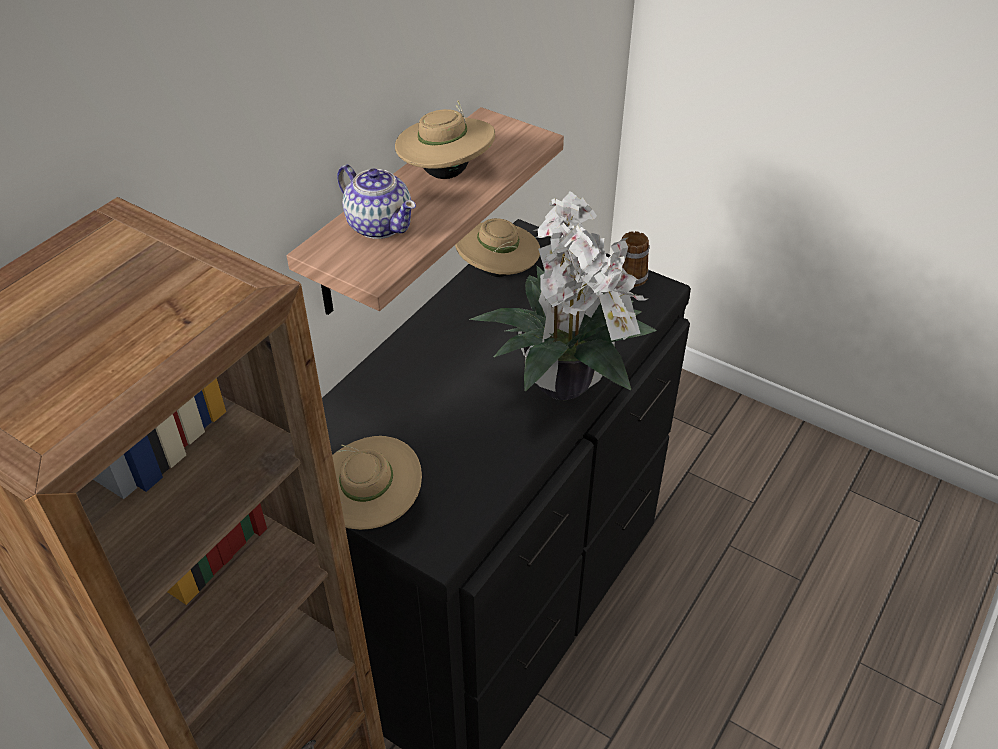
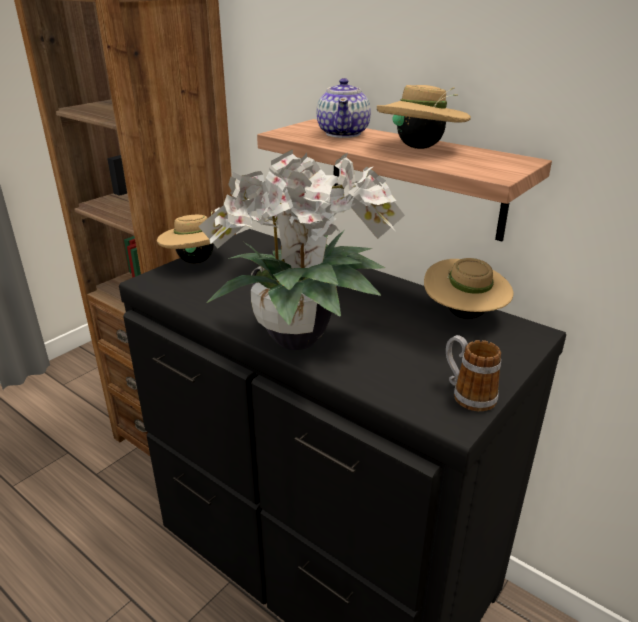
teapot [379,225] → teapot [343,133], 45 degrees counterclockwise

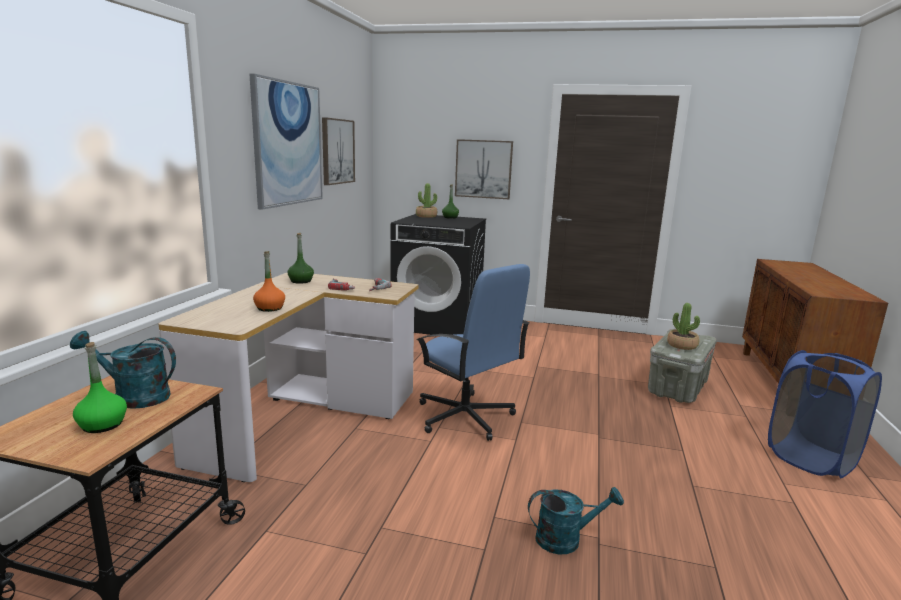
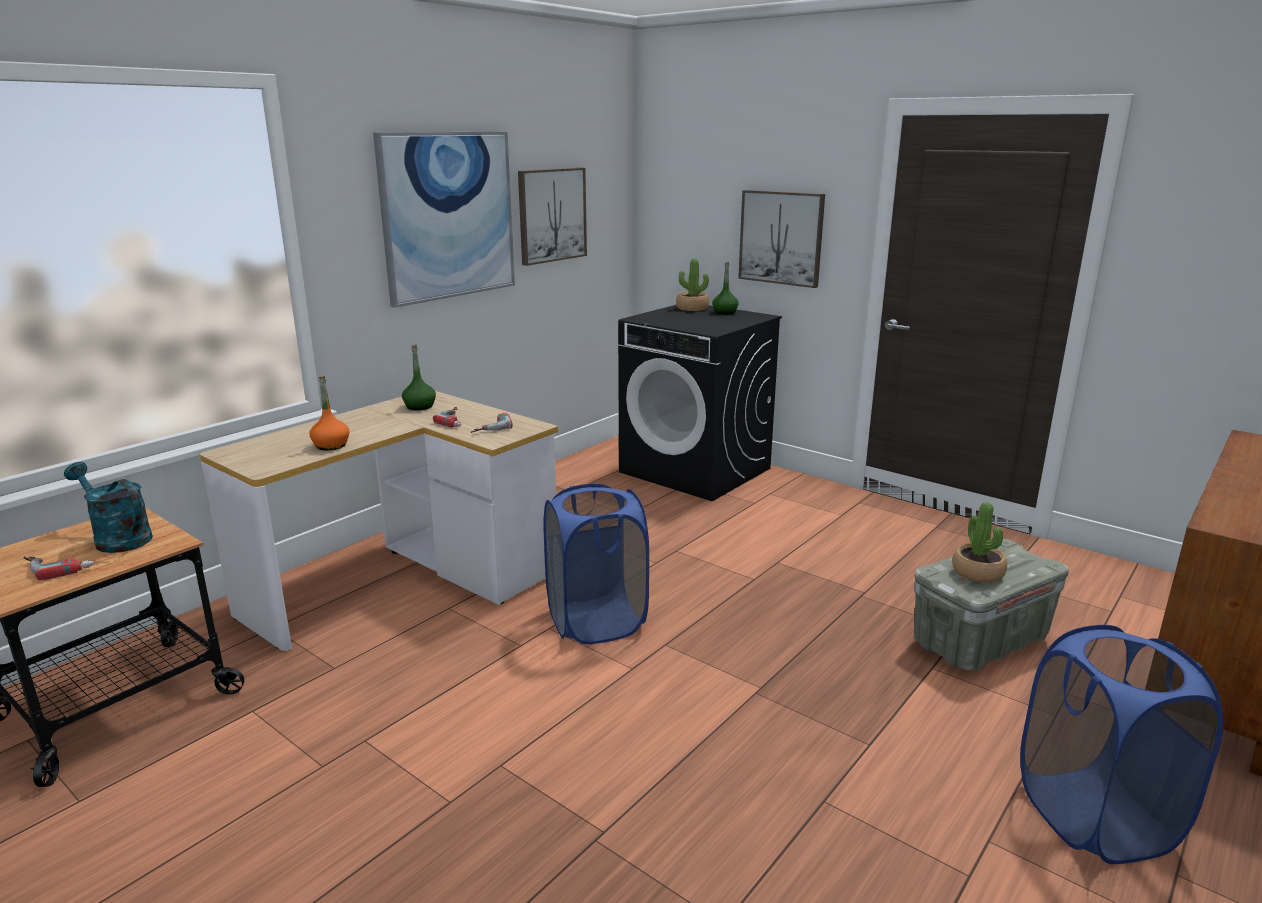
blue office chair [465,417] → blue laundry basket [596,621]
green bottle [102,425] → power drill [60,566]
turquoise watering can [566,539] → -

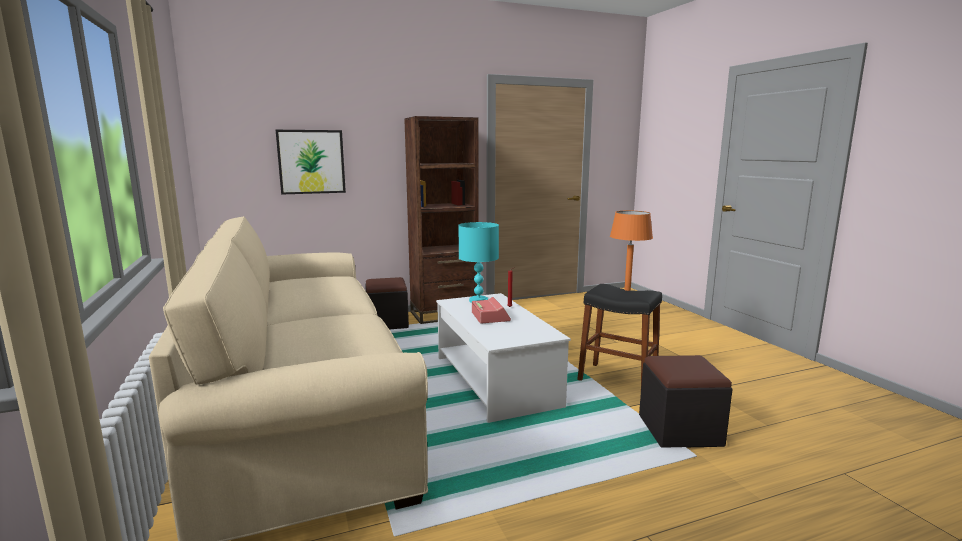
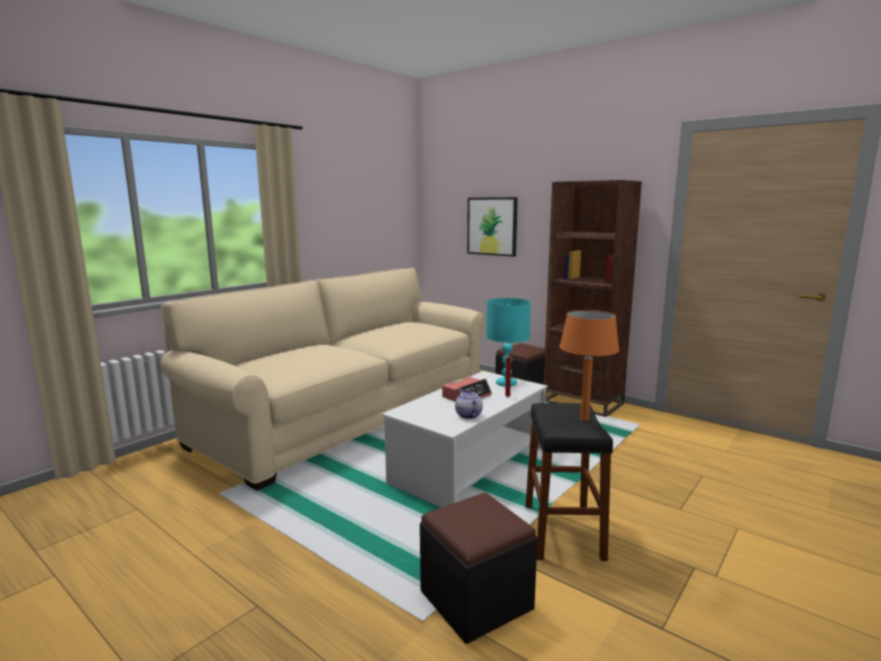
- → teapot [467,415]

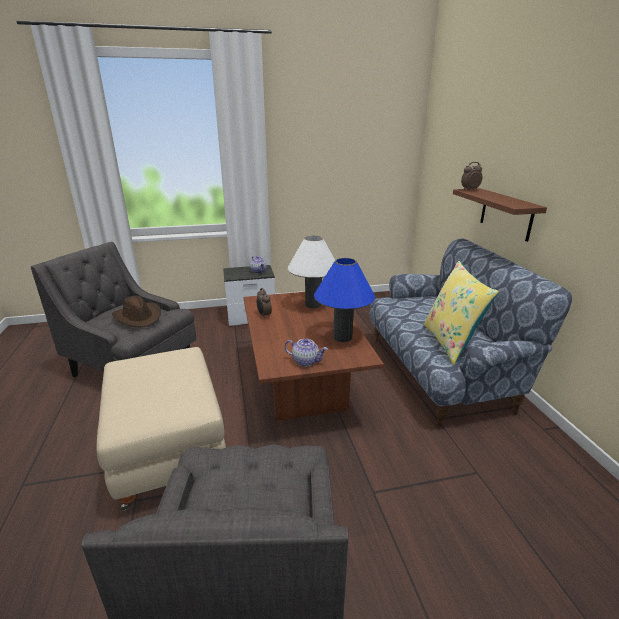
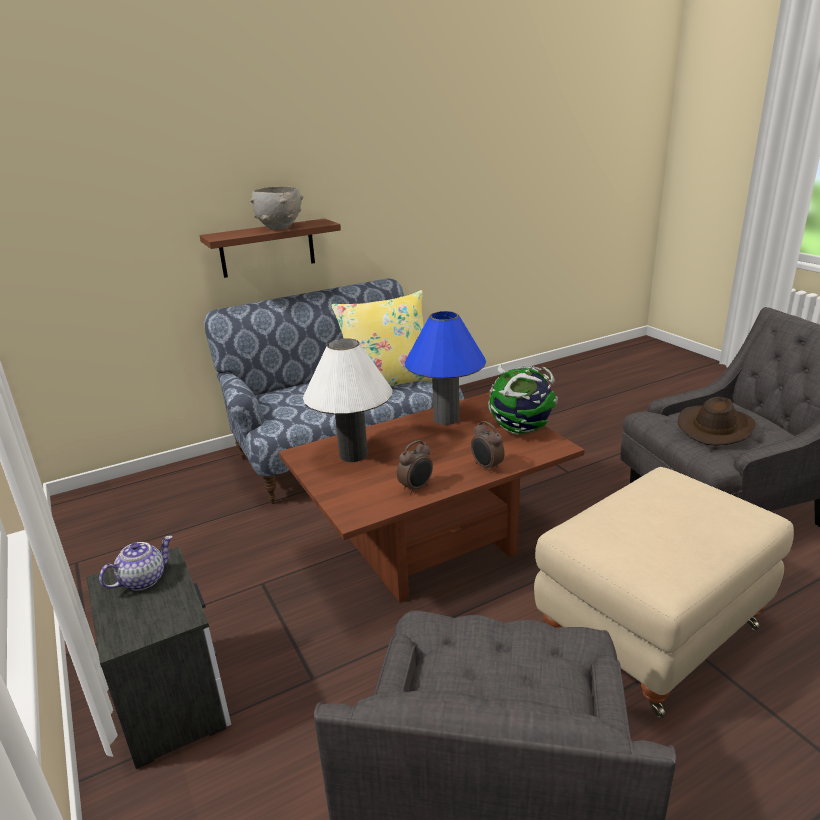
alarm clock [469,190] → alarm clock [486,467], move
brown hat [138,317] → brown hat [715,428], move
teapot [306,361] → globe [521,430]
- → grey bowl [279,228]

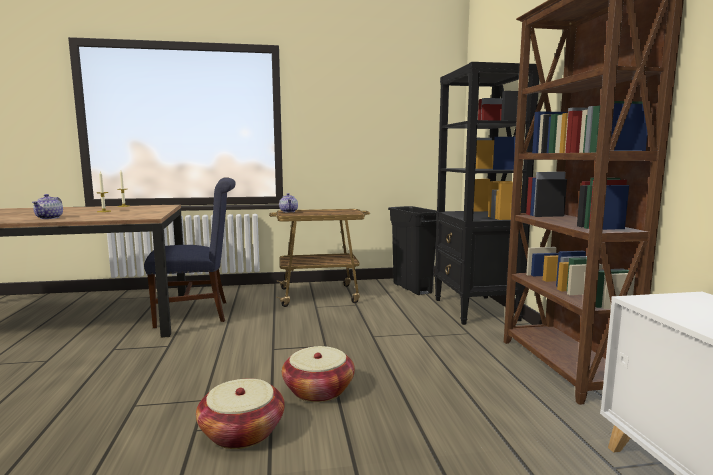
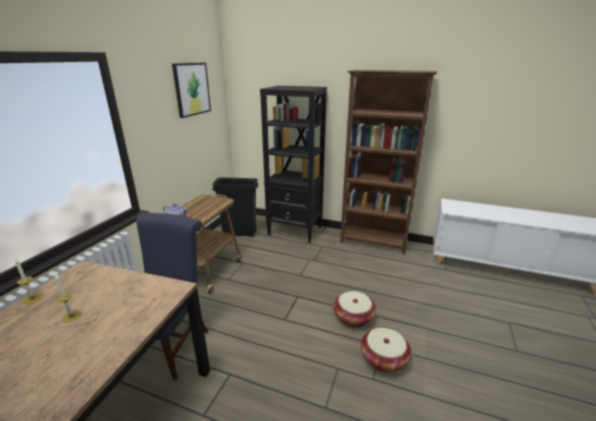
teapot [49,218] → -
- → picture [191,89]

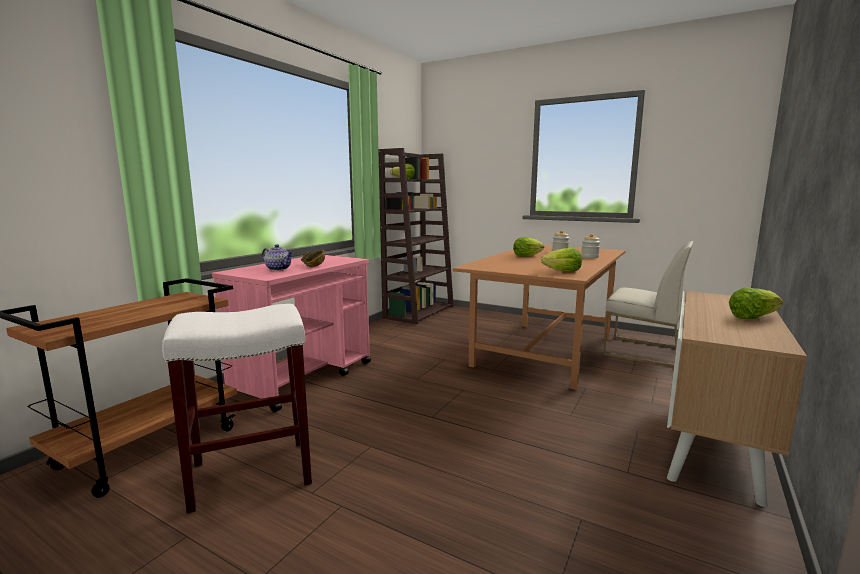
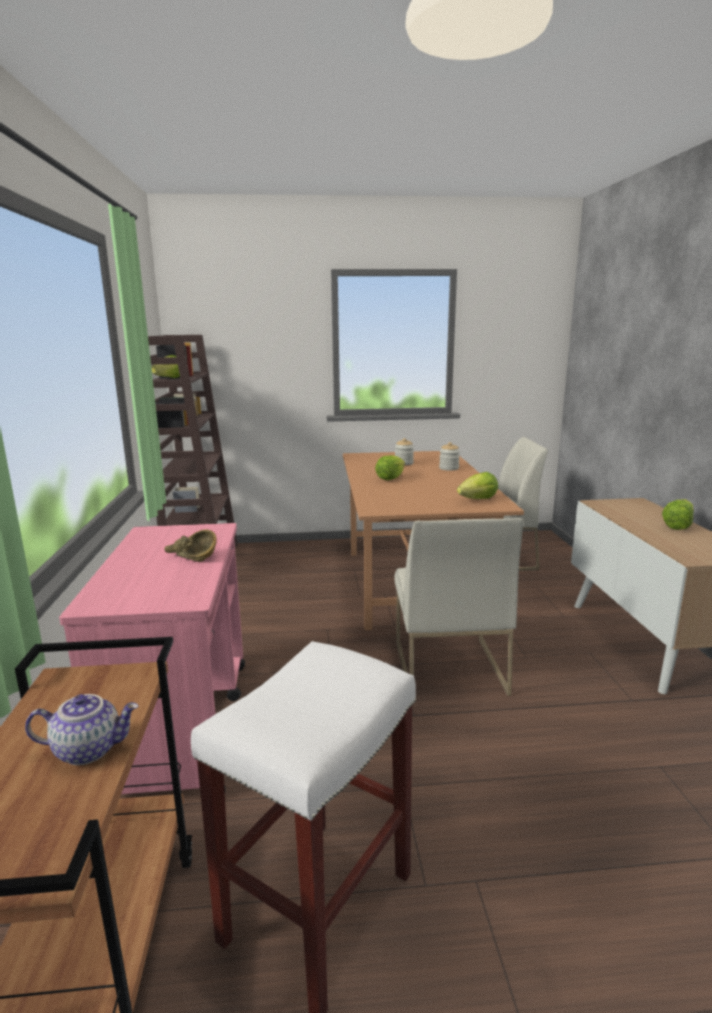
teapot [279,269] → teapot [89,749], move
- → white chair [447,666]

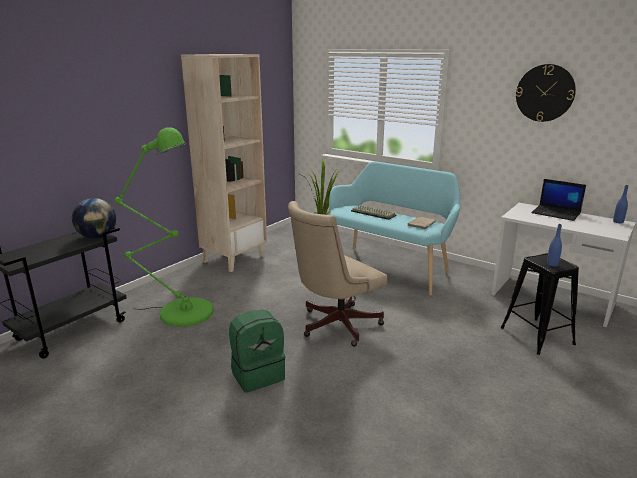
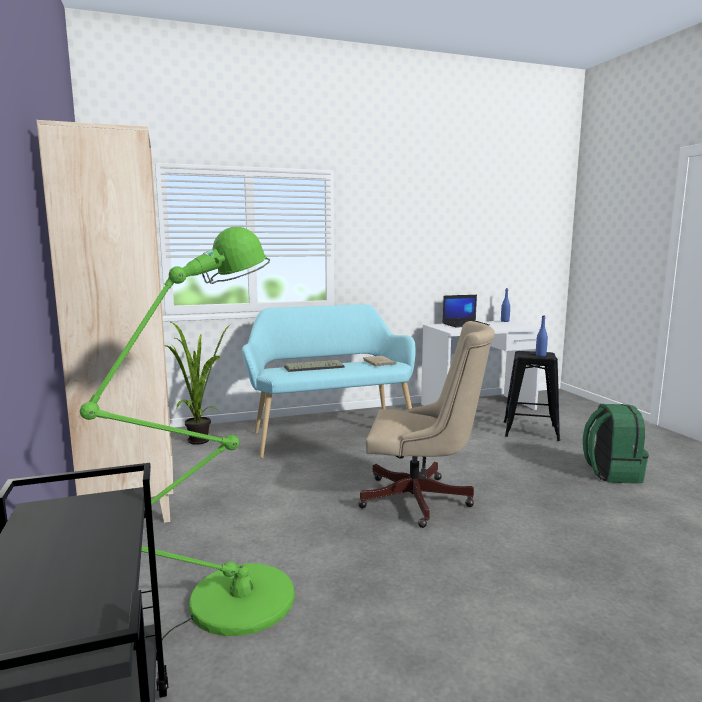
wall clock [545,93] → -
globe [97,237] → -
beige office chair [335,325] → beige office chair [422,500], 75 degrees counterclockwise
green backpack [257,374] → green backpack [611,473], move

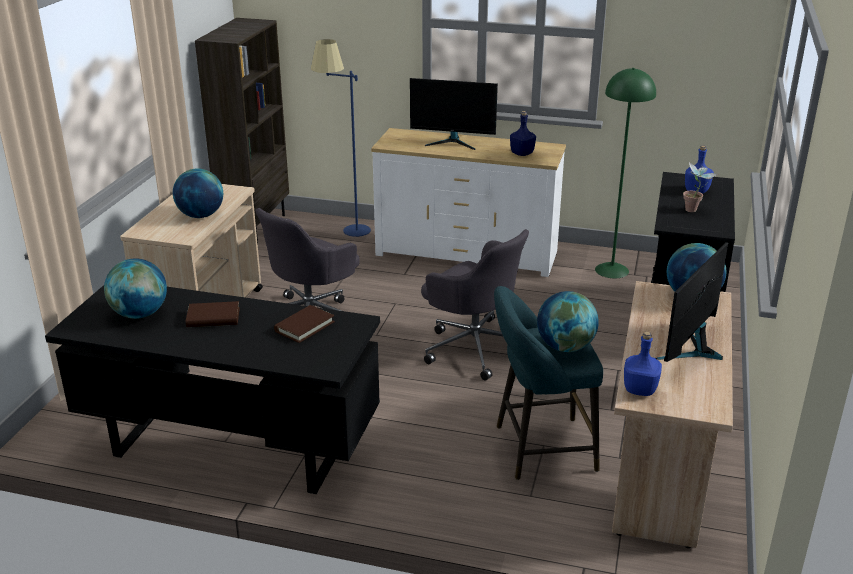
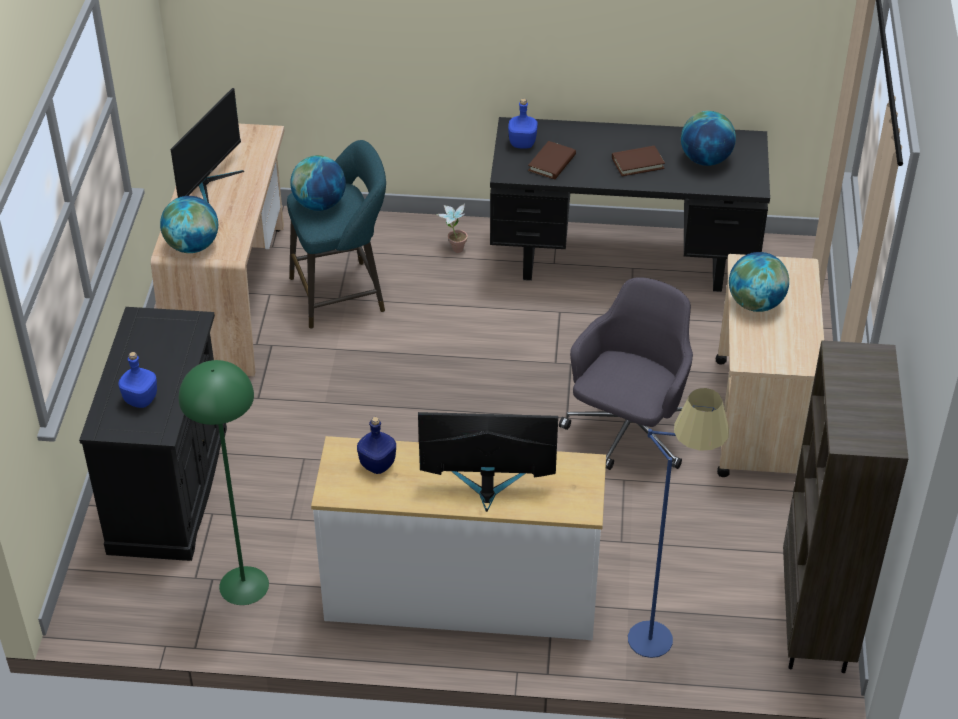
potted plant [694,211] → potted plant [454,247], move
grey office chair [474,347] → -
blue bottle [640,390] → blue bottle [521,143], move

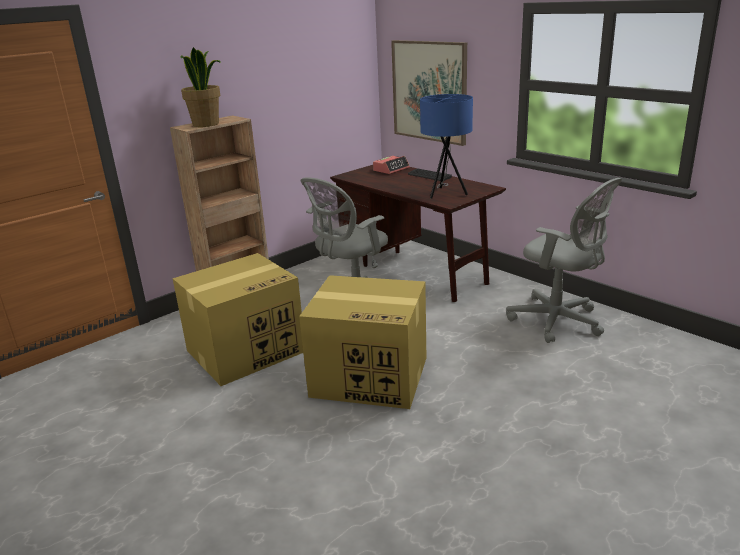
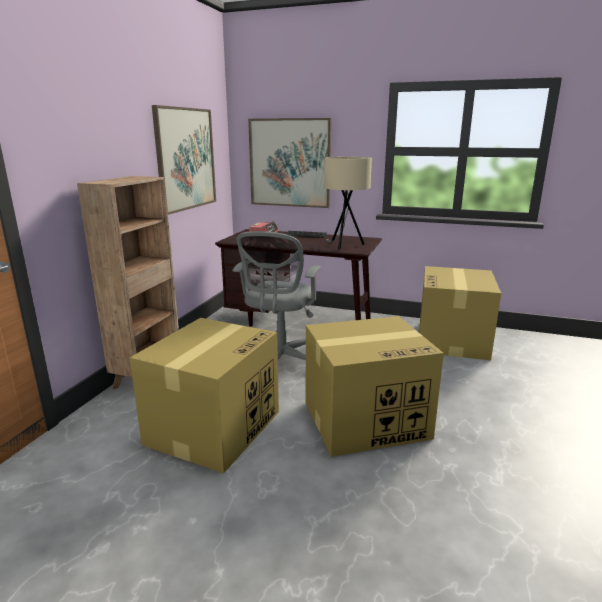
potted plant [206,124] → -
blue table lamp [446,194] → beige table lamp [343,245]
grey office chair [559,321] → cardboard box [452,341]
- → picture [185,159]

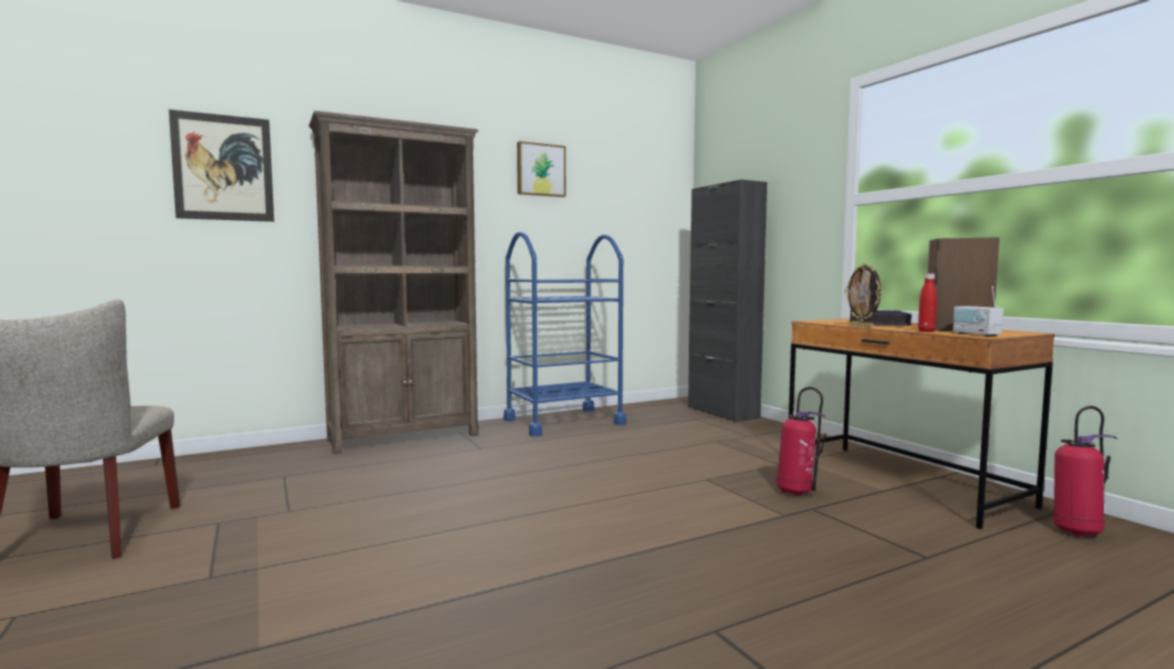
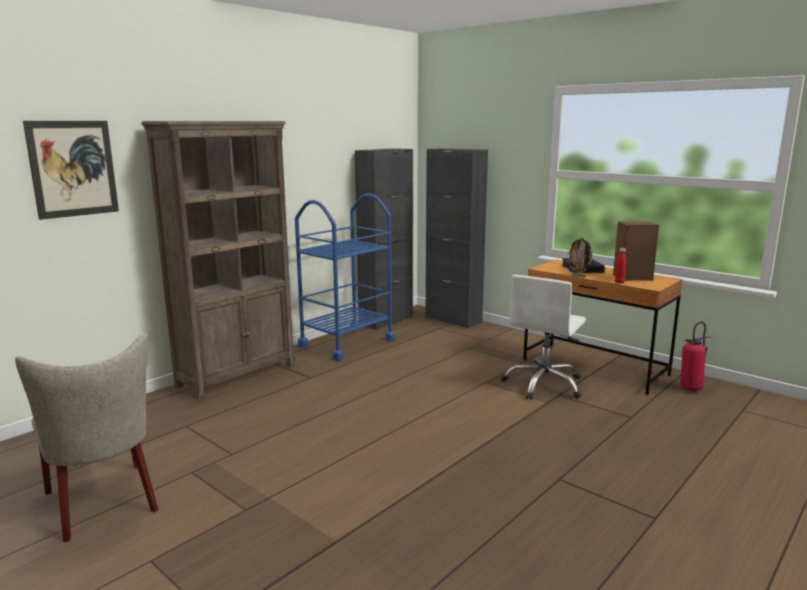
picture [540,170] → -
radio [976,334] → -
fire extinguisher [797,493] → white office chair [544,384]
- → black cabinet [386,320]

